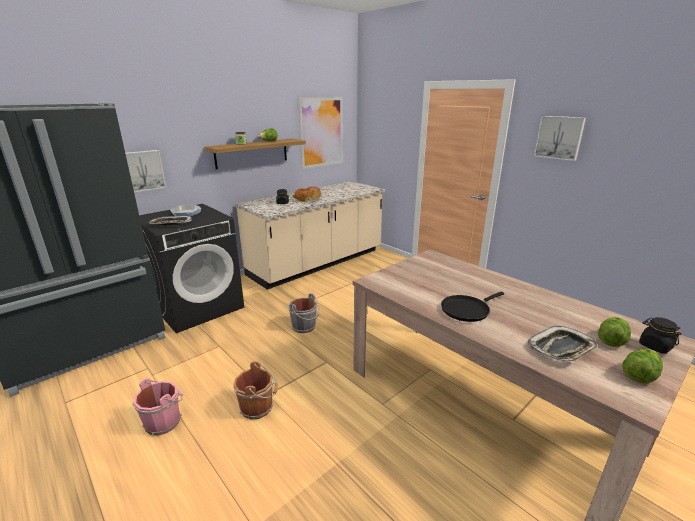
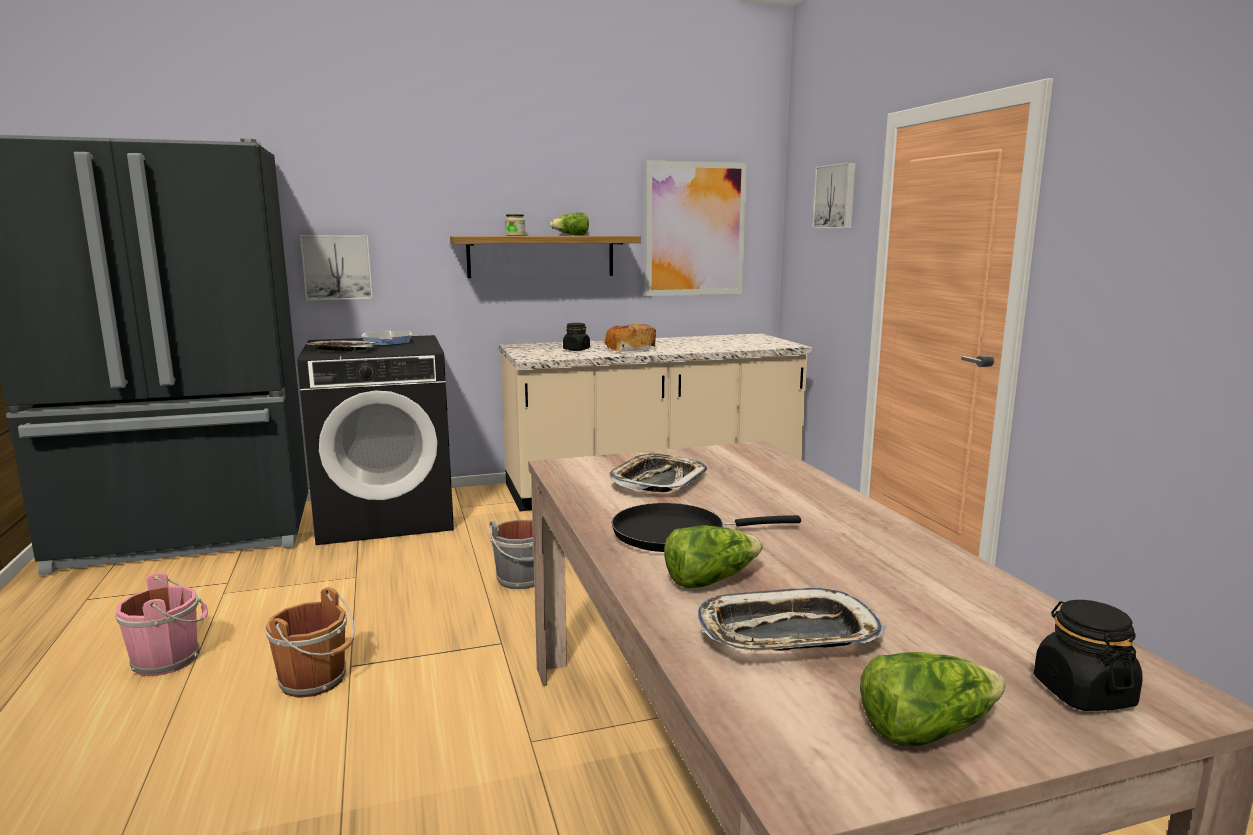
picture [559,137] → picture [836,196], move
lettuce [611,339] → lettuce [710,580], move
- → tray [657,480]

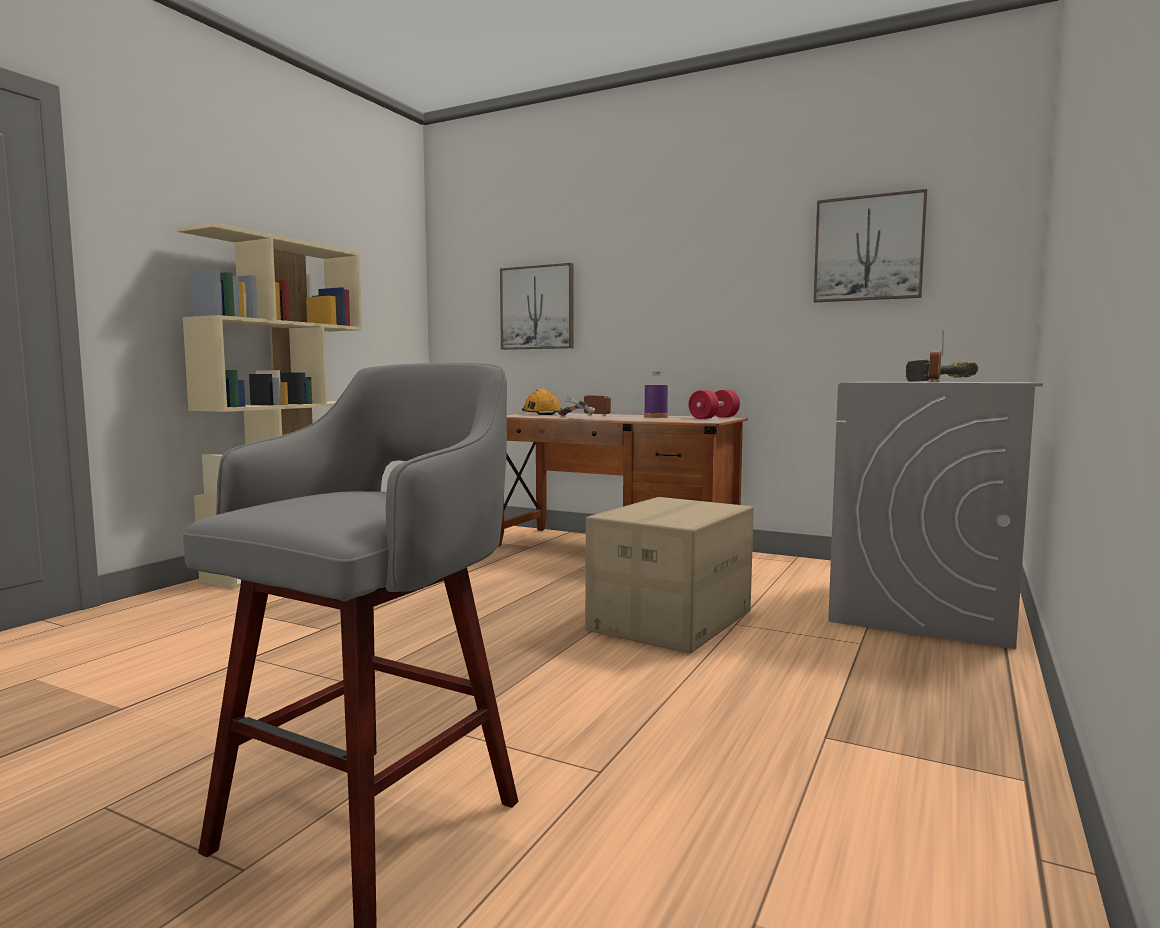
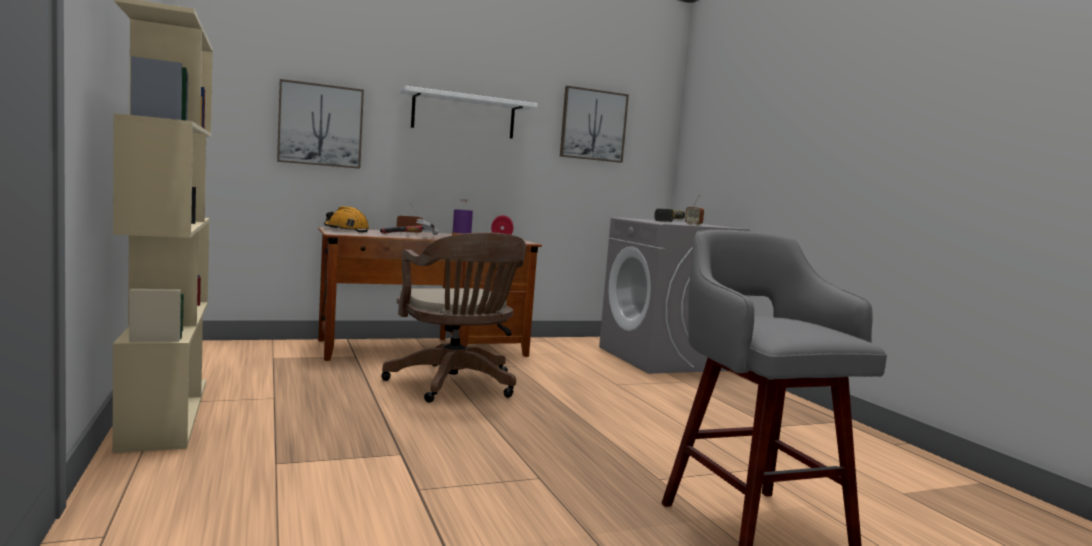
cardboard box [670,620] → -
- → white shelf [464,115]
- → brown office chair [455,385]

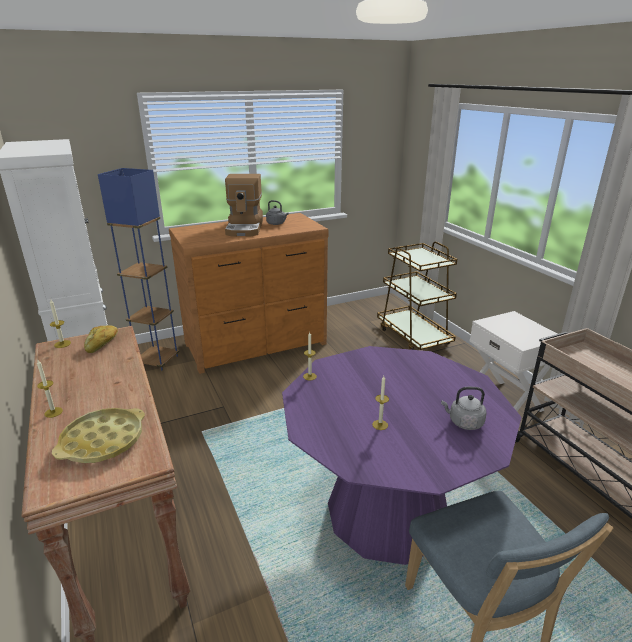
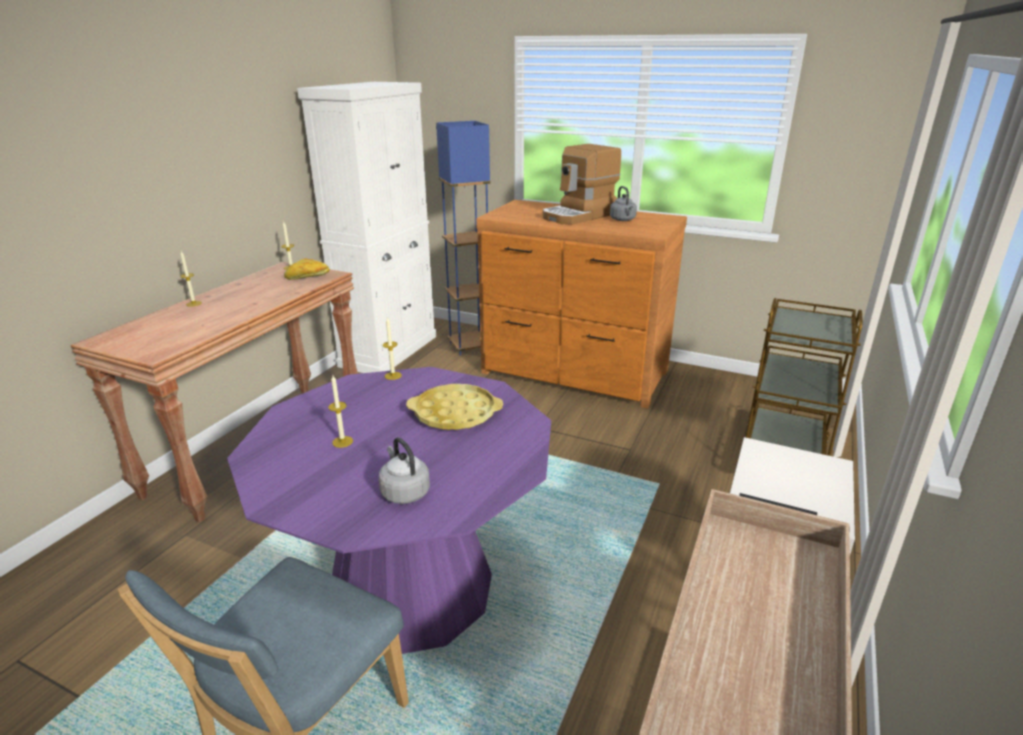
yellow tray [103,441] → yellow tray [455,414], move

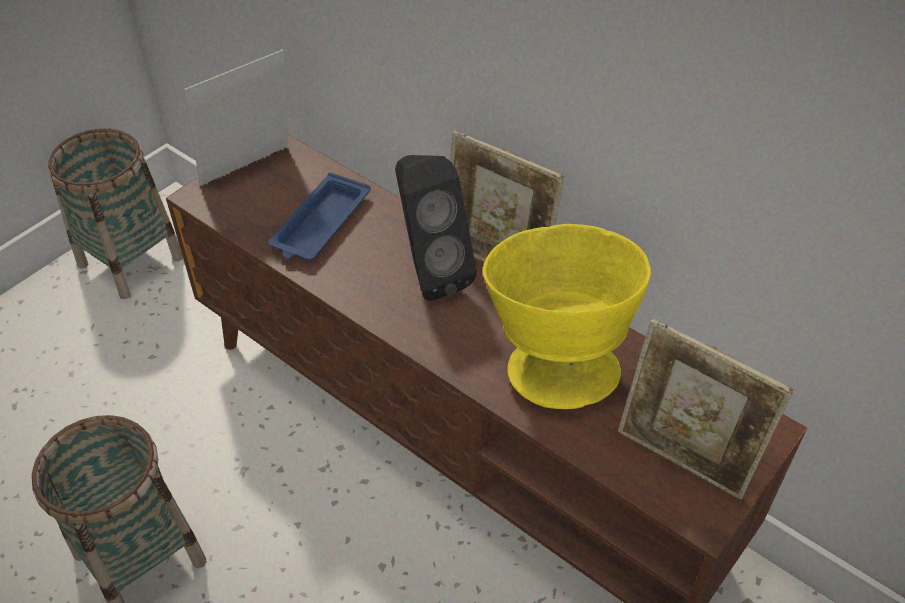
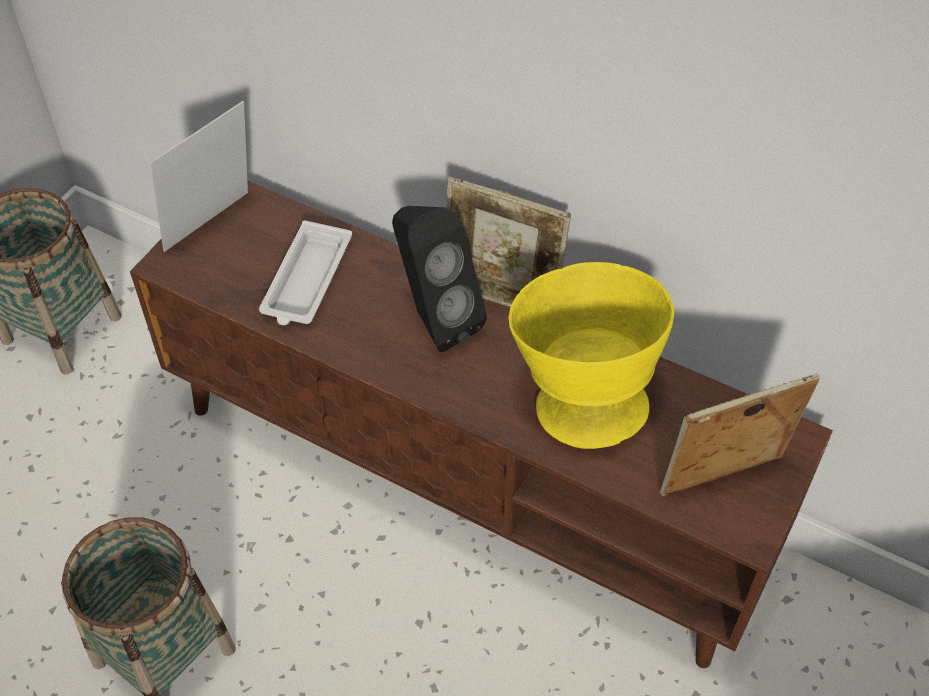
blue tray [320,224] → white tray [306,281]
picture frame [683,460] → picture frame [722,480], 135 degrees clockwise

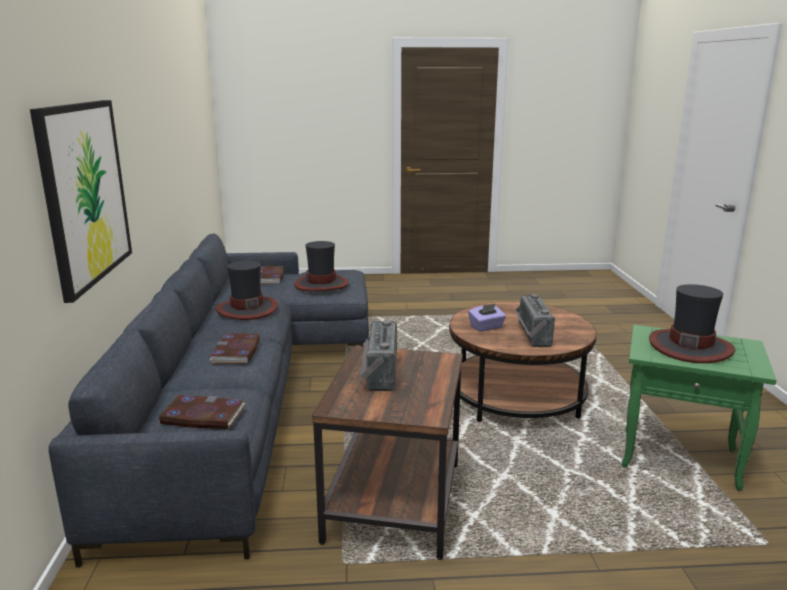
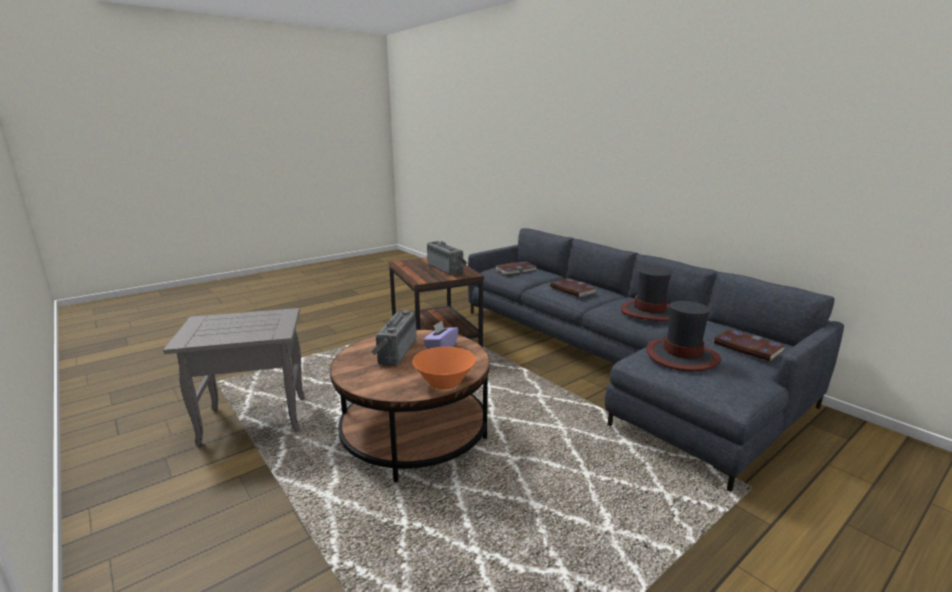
picture [85,193] → -
hat [690,347] → -
radio [531,335] → radio [394,351], 135 degrees counterclockwise
green side table [681,458] → grey side table [252,421]
- → orange bowl [444,383]

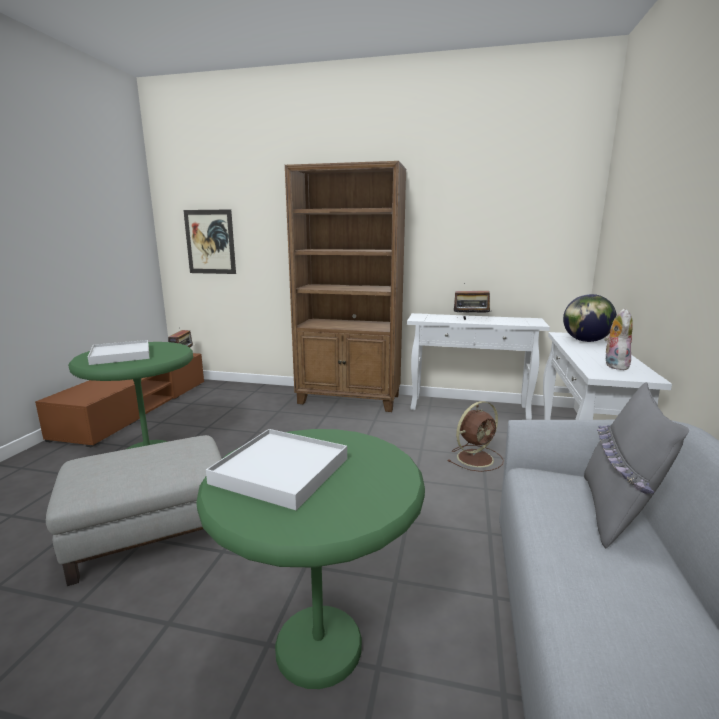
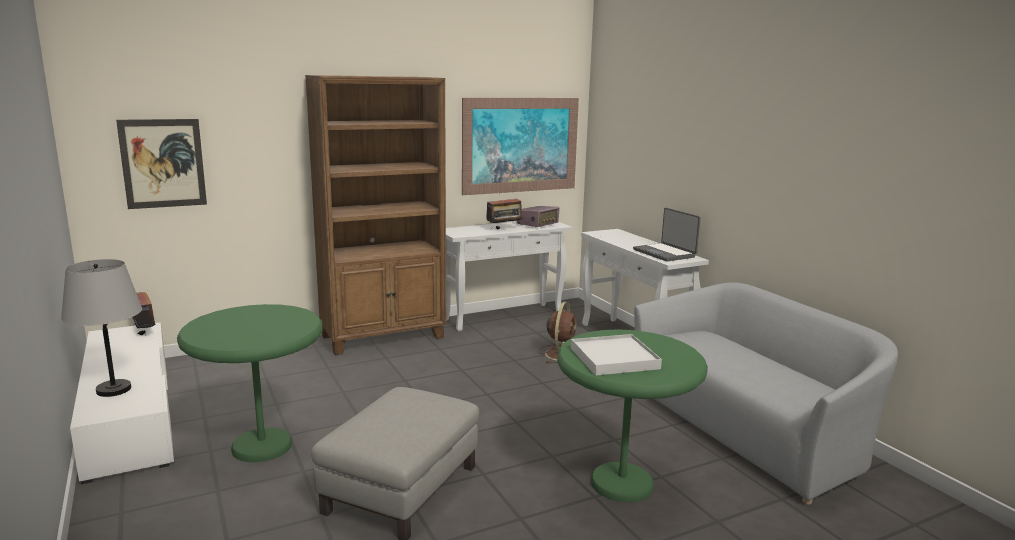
globe [585,341] → -
plush toy [614,365] → laptop [665,253]
white tray [120,355] → -
brown tv stand [137,408] → white tv stand [130,414]
grey pillow [616,512] → -
- → picture [520,145]
- → radio [538,224]
- → grey table lamp [114,390]

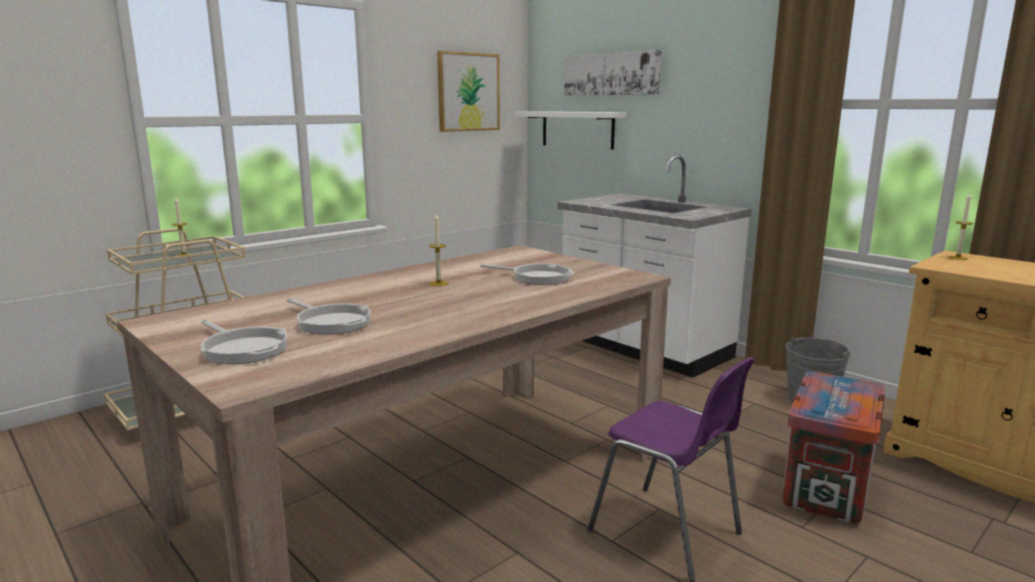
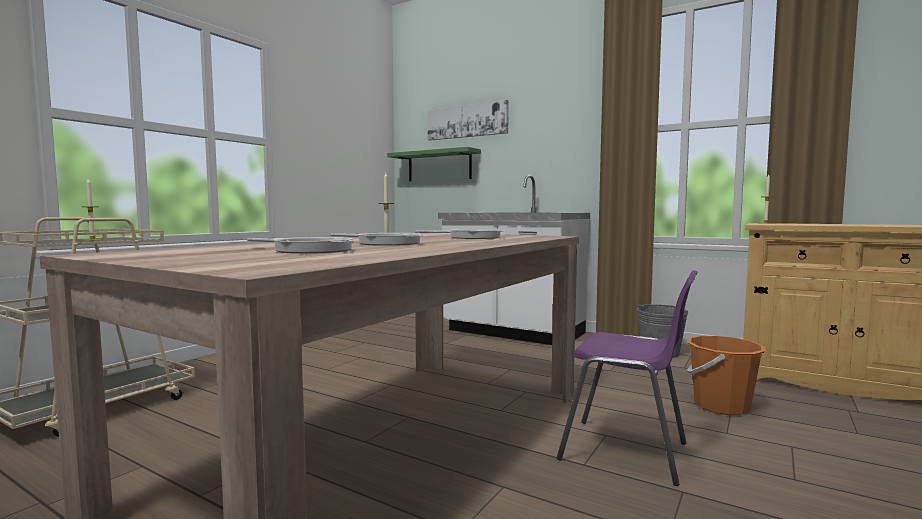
picture [468,92] → -
white shelf [577,129] → green shelf [439,166]
frying pan [243,349] → frying pan [385,243], move
crate [826,490] → orange bucket [721,406]

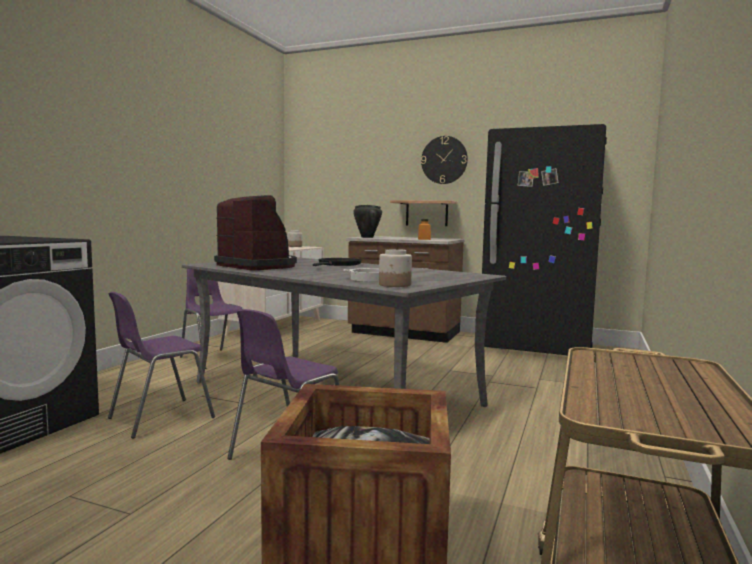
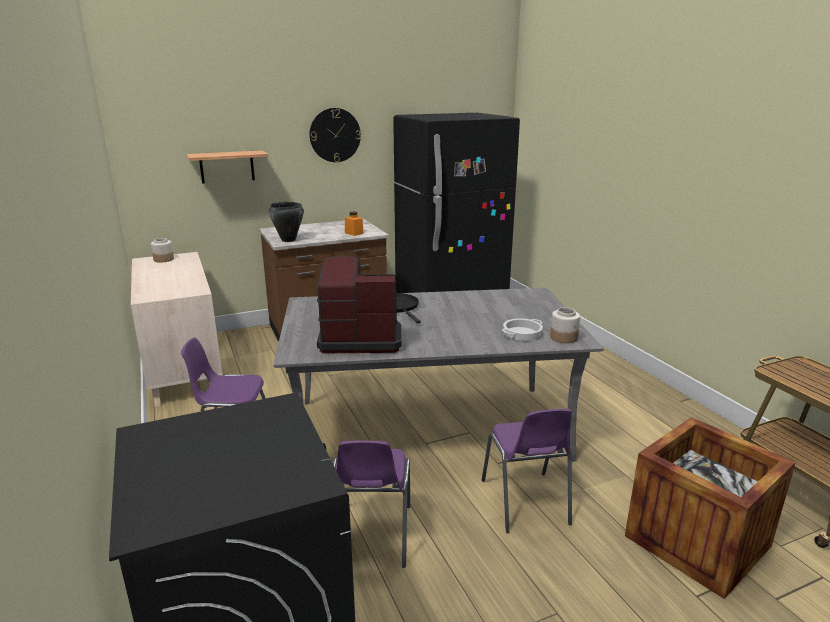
shelf [426,213] → shelf [227,167], move

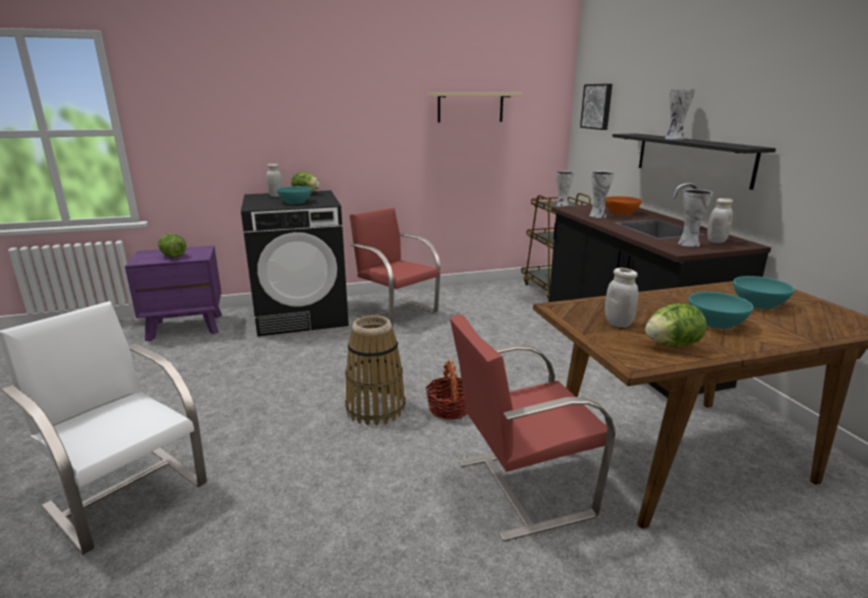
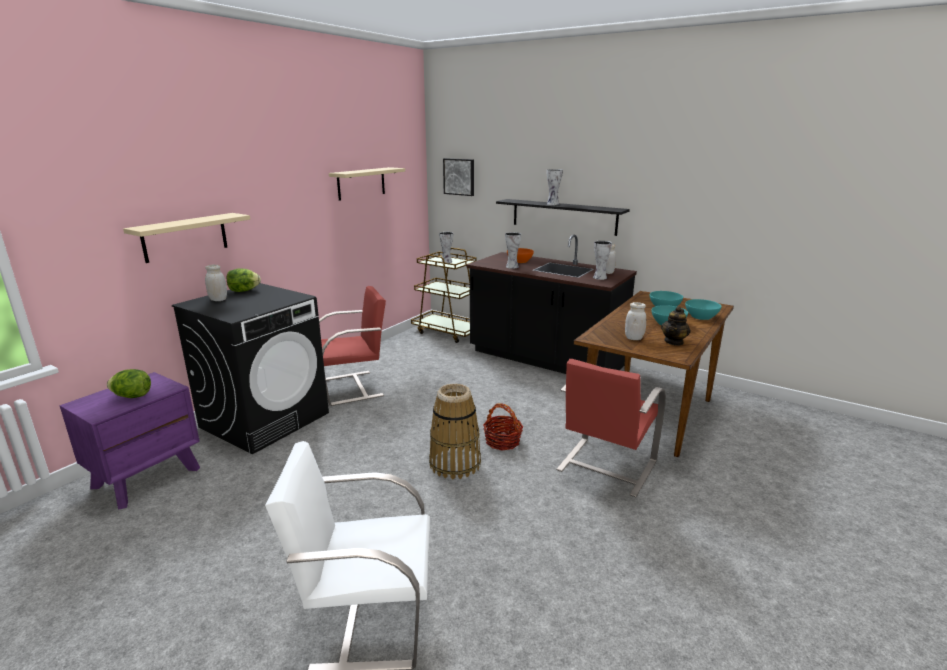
turquoise bowl [295,202] → turquoise bowl [701,316], move
red chair [396,312] → red chair [352,387], 150 degrees clockwise
lettuce [672,345] → teapot [674,342]
- → beige shelf [185,237]

